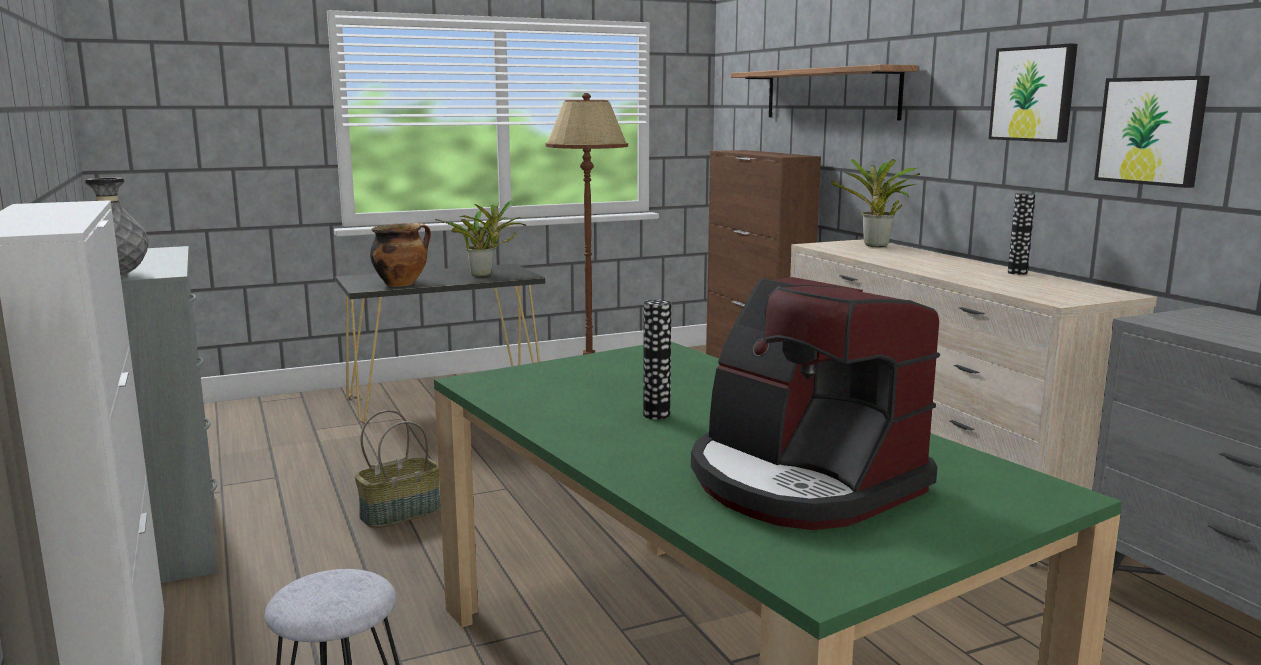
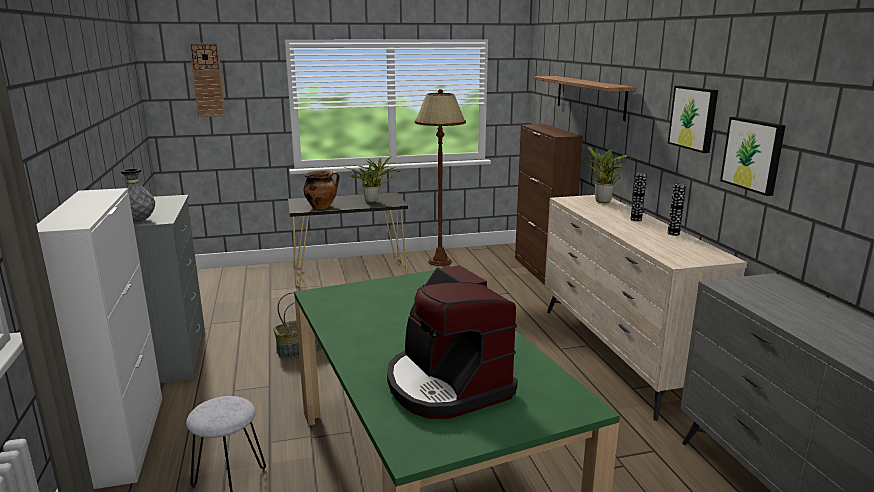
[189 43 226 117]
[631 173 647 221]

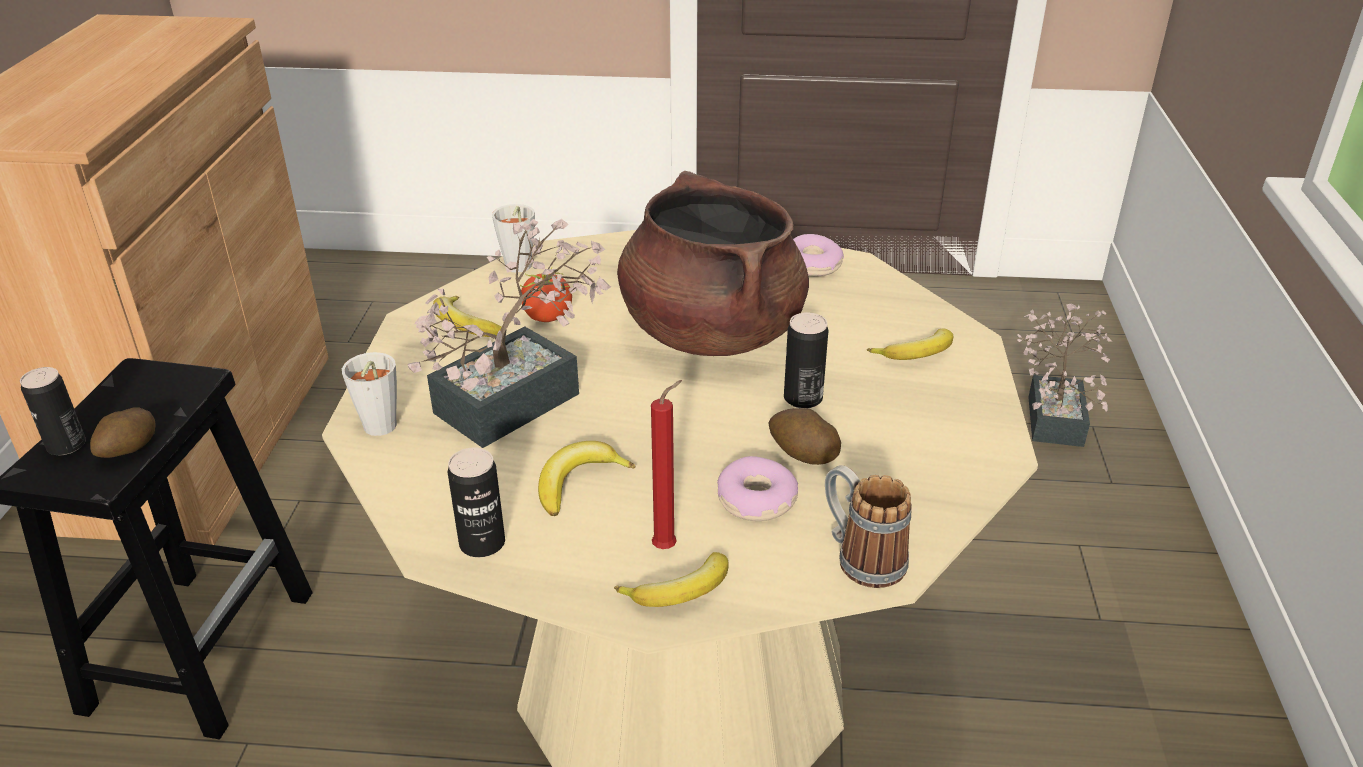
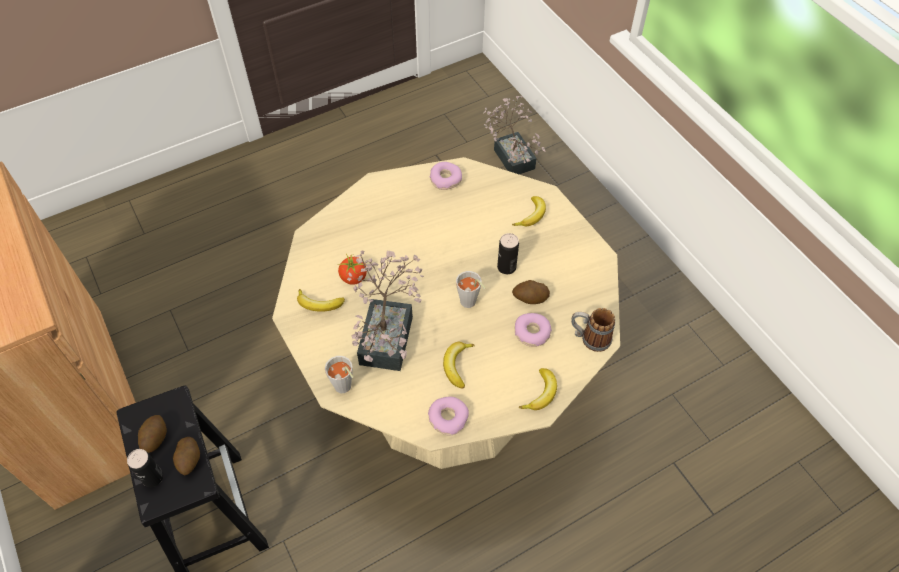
[617 171 809 356] (first image)
[651 380 682 549] (first image)
[138 415 167 453]
[456 271 485 308]
[428 396 469 435]

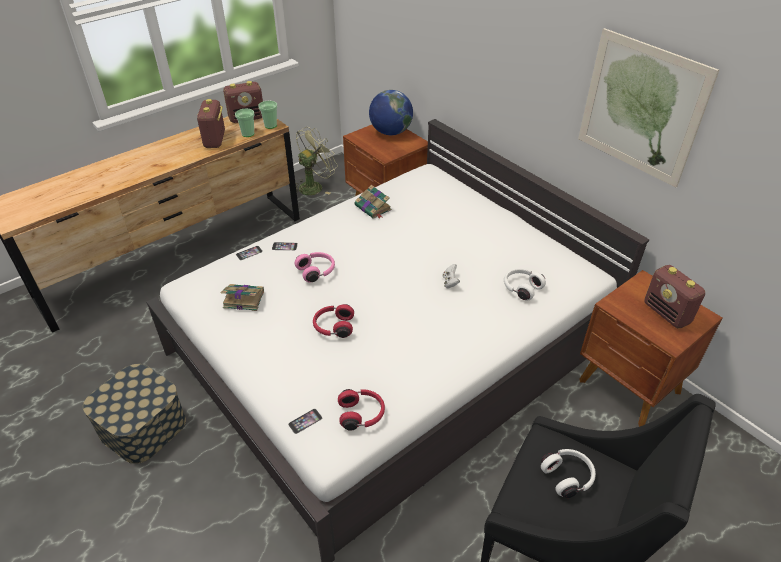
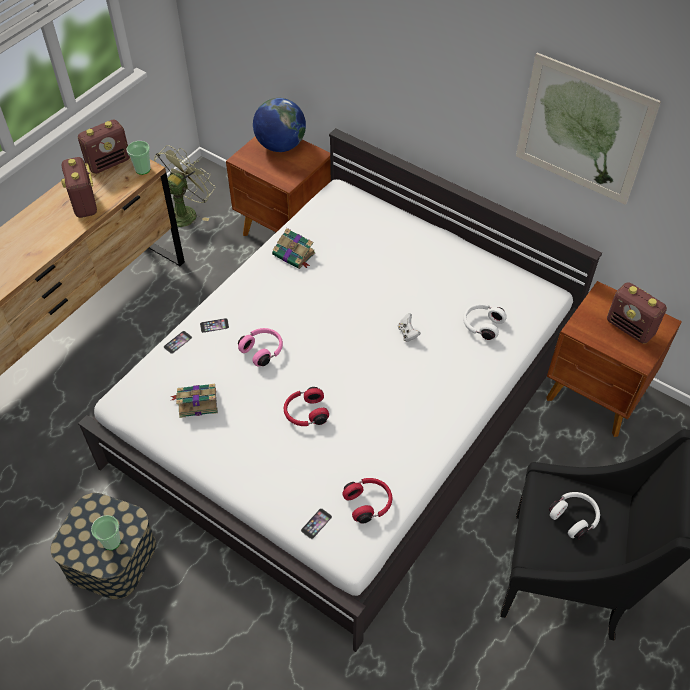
[91 515 121 550]

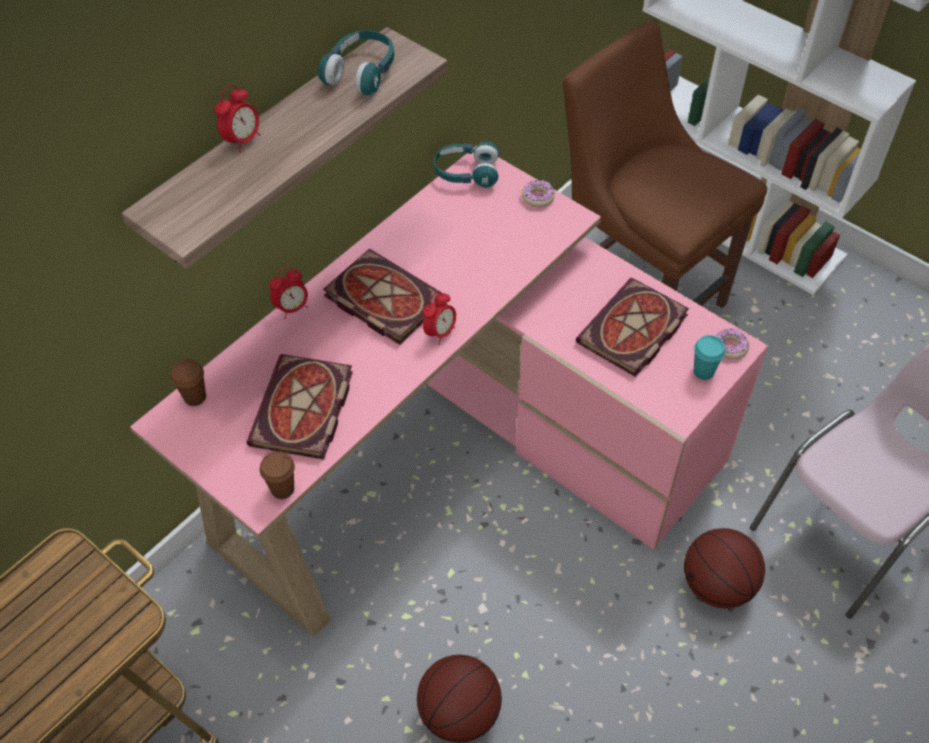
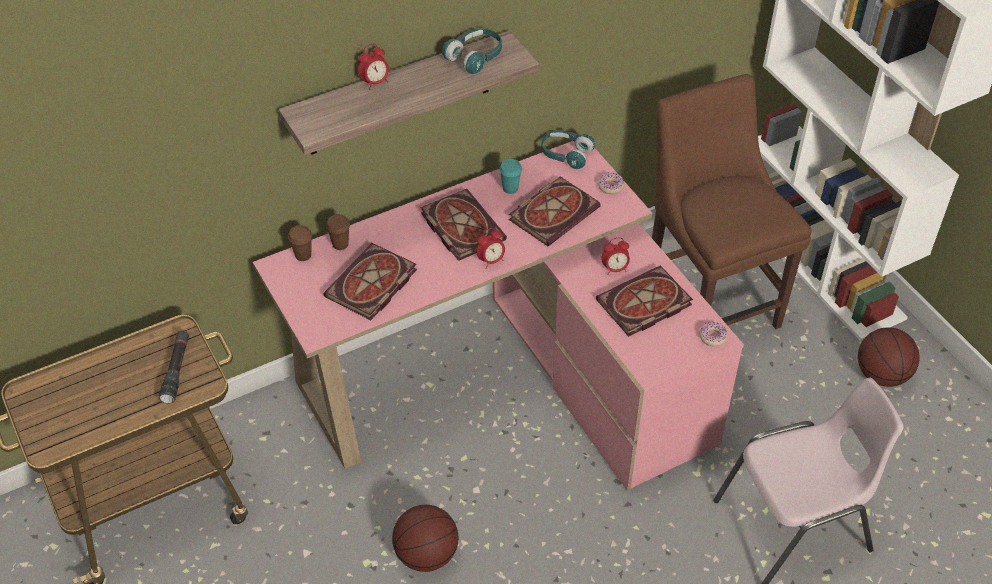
[159 331 189 404]
[509 176 601 246]
[326 214 350 250]
[601 238 630 275]
[858 327 920 387]
[499 159 522 194]

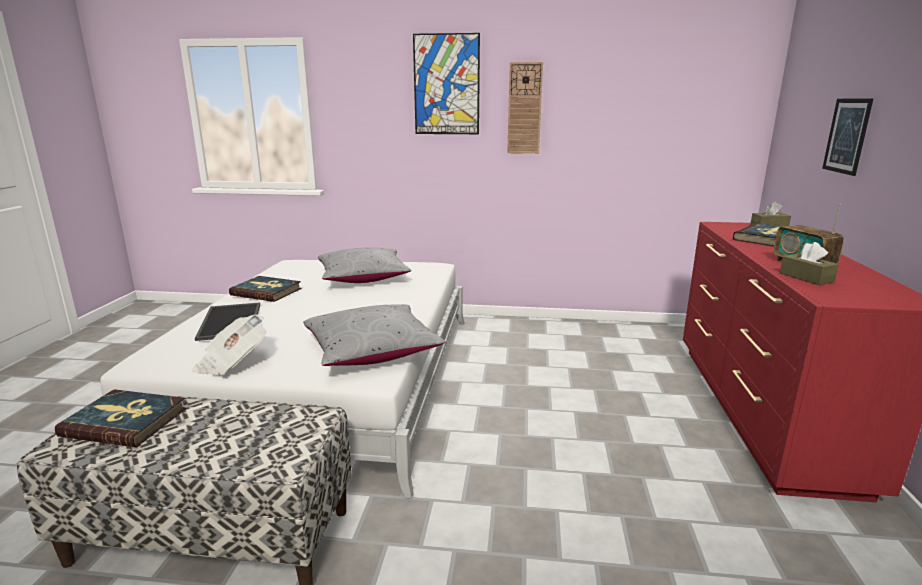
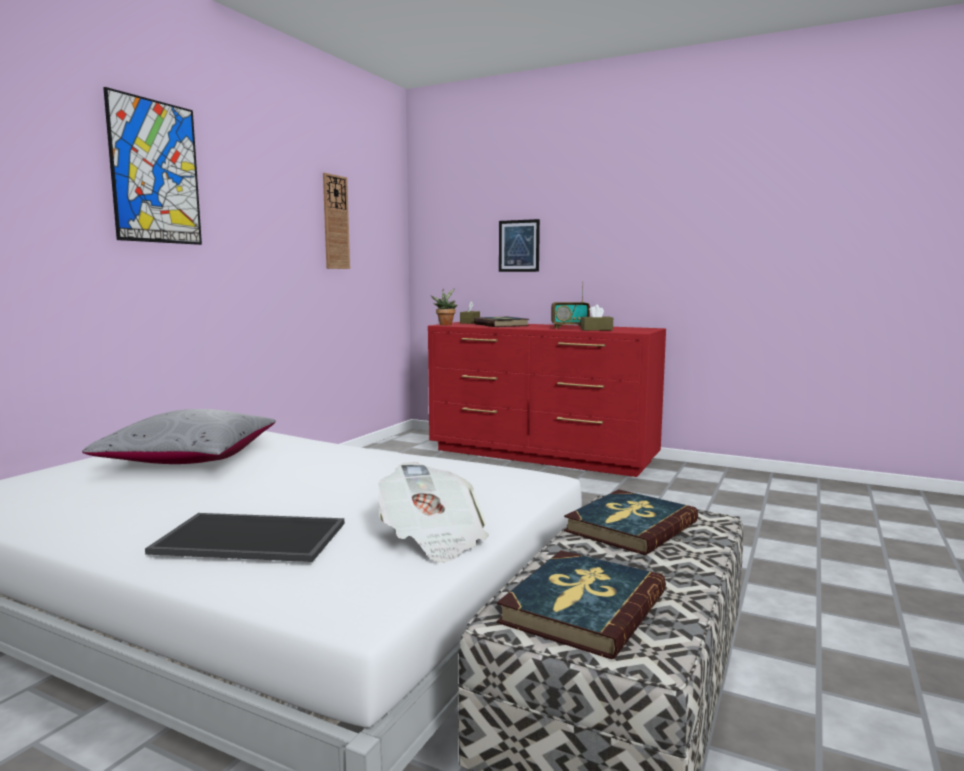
[303 304 446 366] (first image)
[431 289 457 325]
[564 489 698 555]
[323 173 350 269]

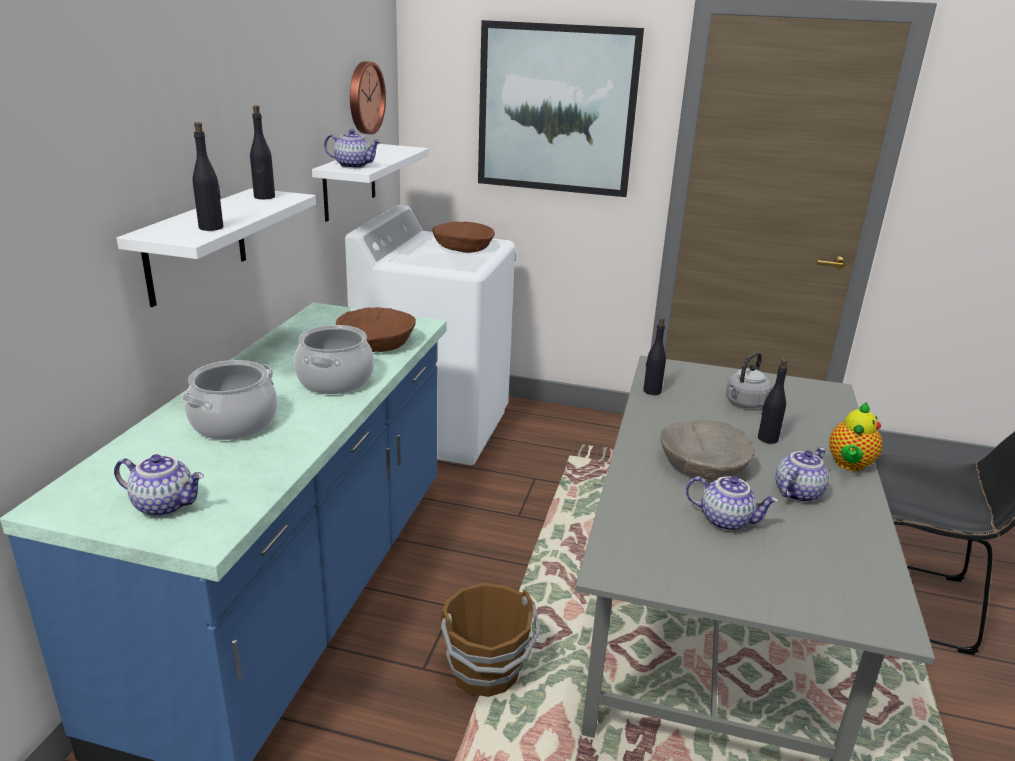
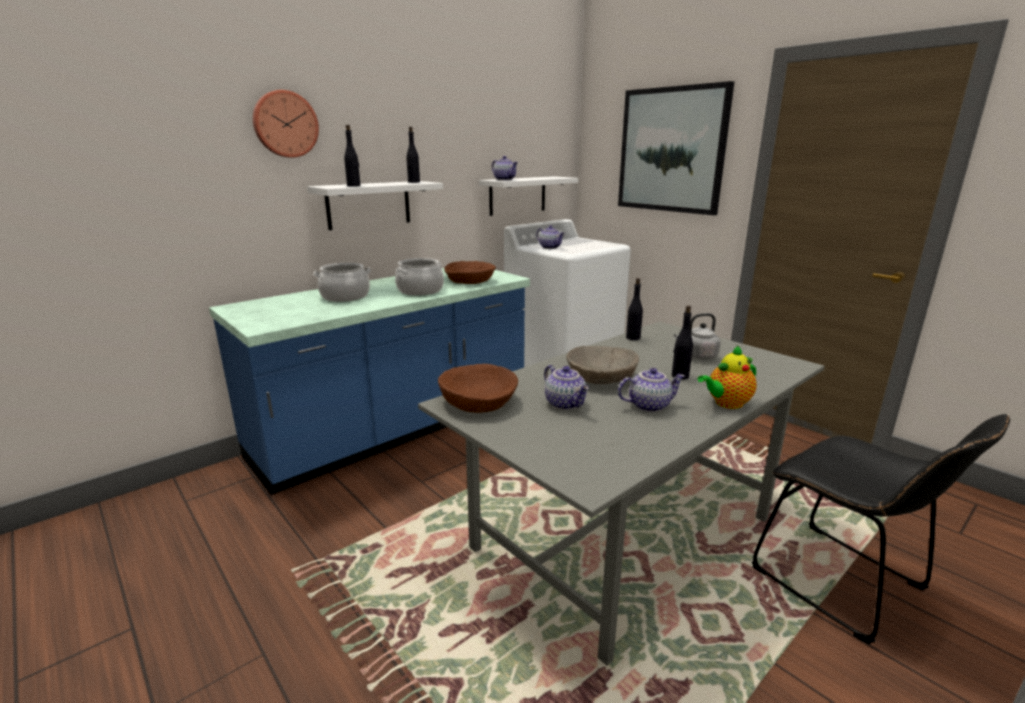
[440 583 541 697] (first image)
[536 225 565 249]
[253 90 319 158]
[438 364 518 413]

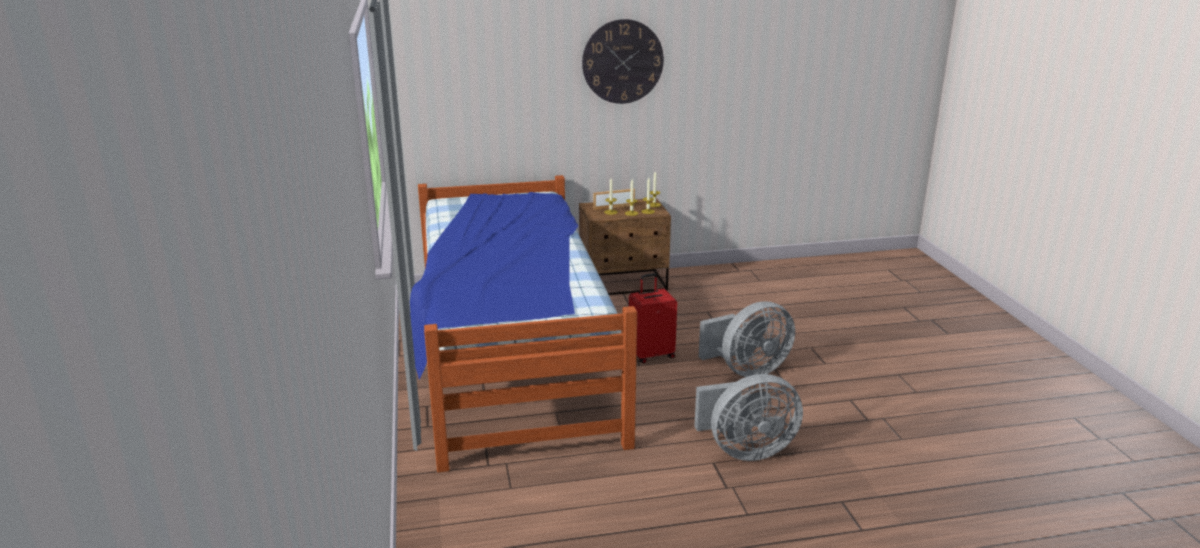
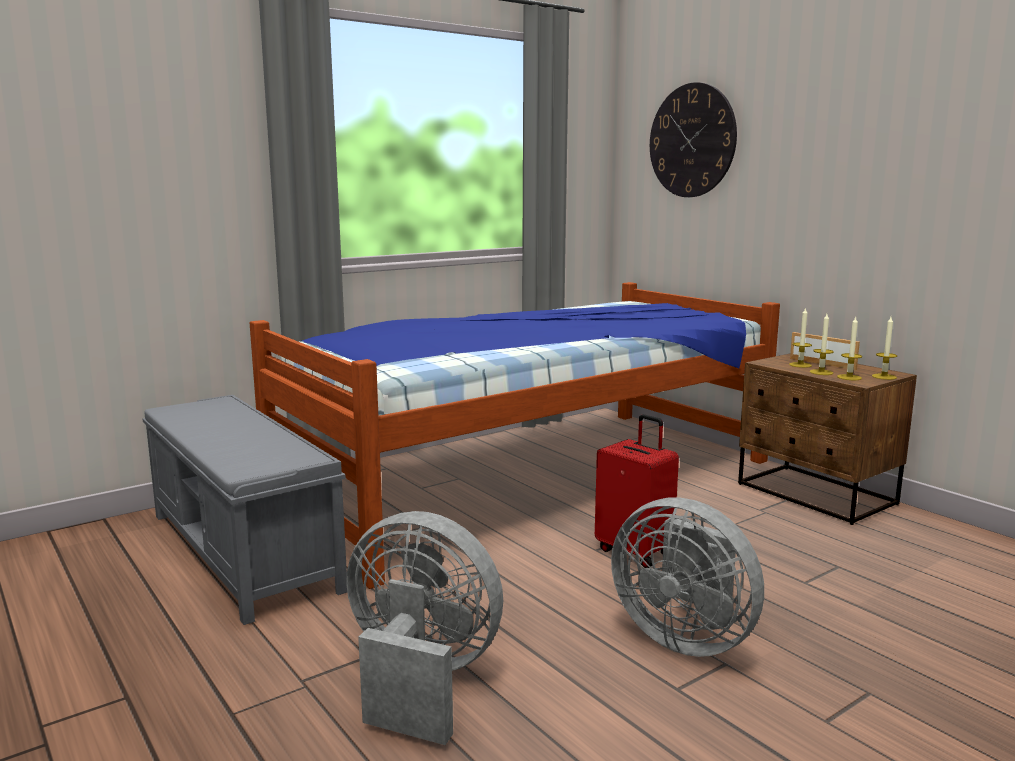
[143 395 347 625]
[650 82 737 197]
[346 511 503 745]

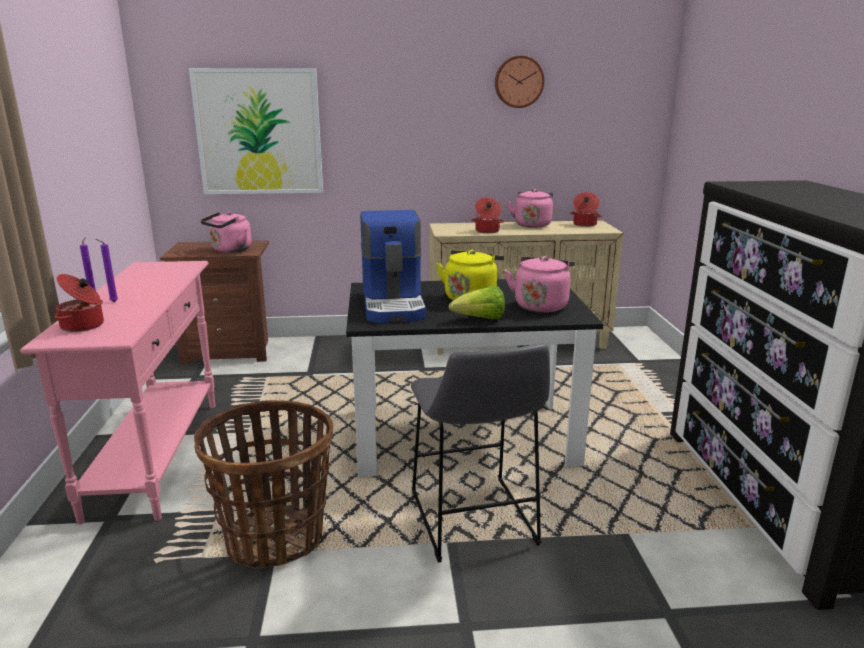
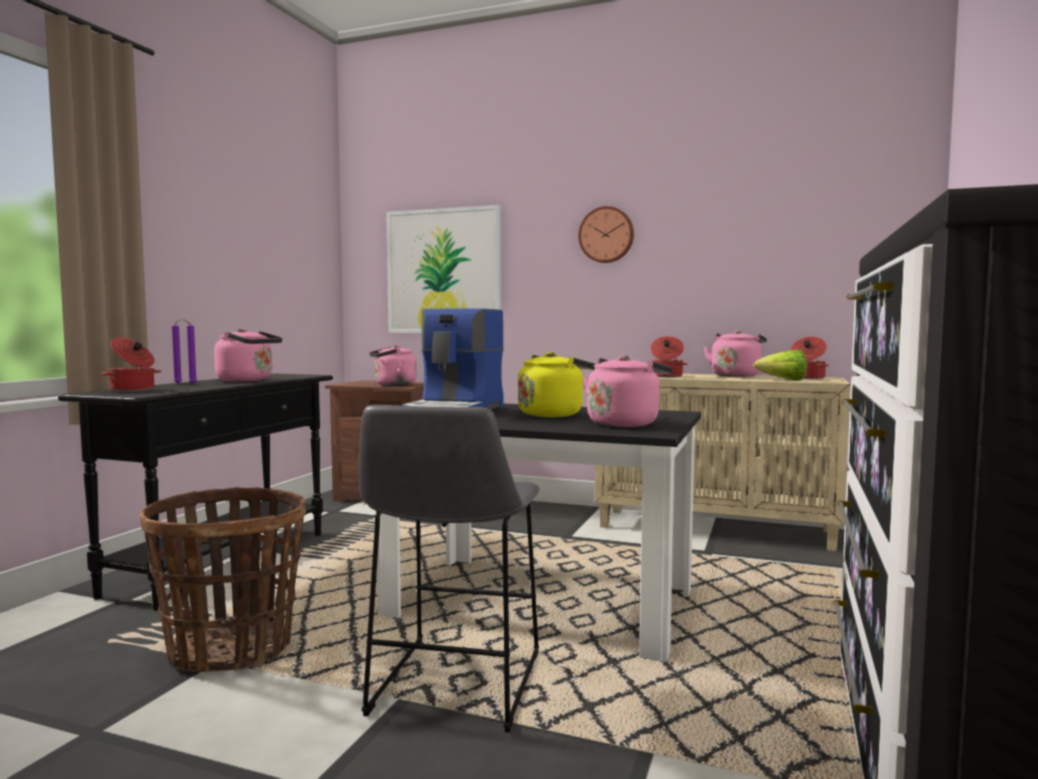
[214 328 282 382]
[753 350 807 380]
[578 206 634 263]
[58 373 333 611]

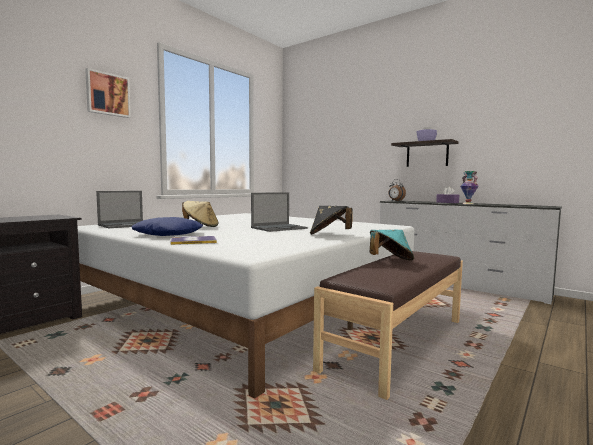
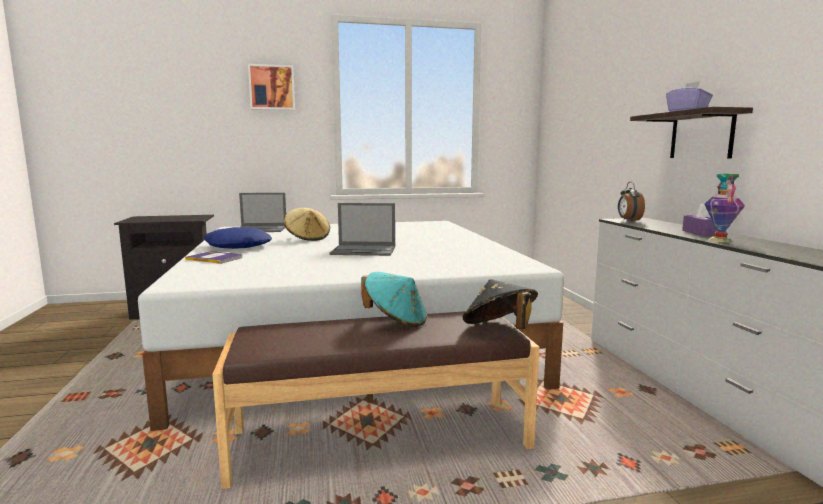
[462 279 538 329]

